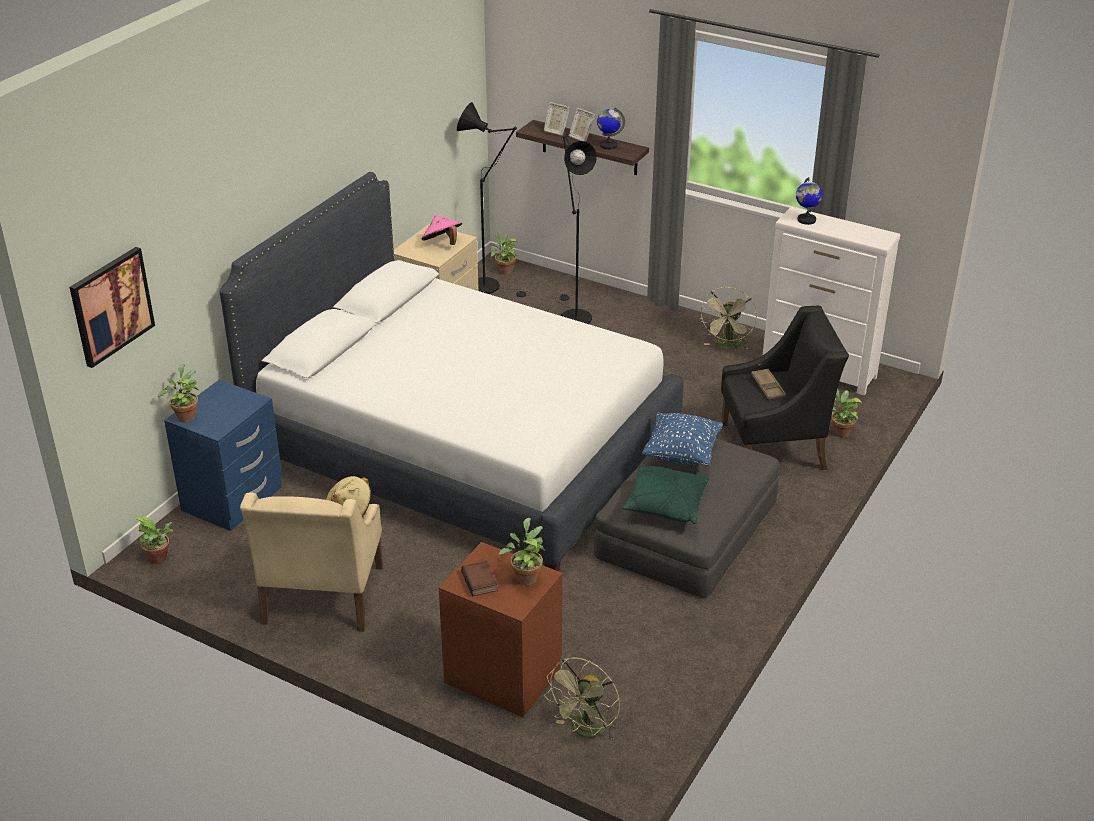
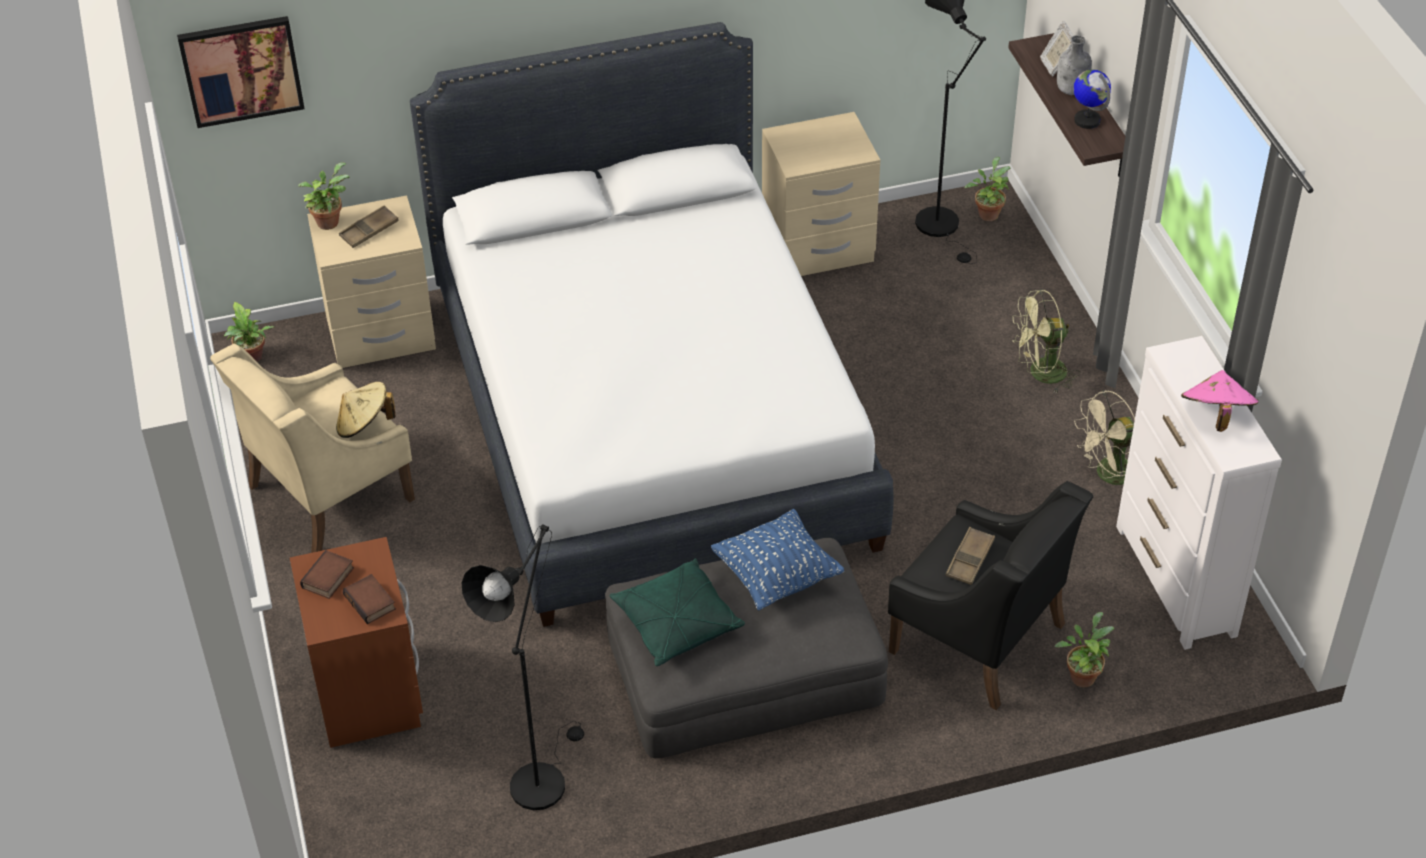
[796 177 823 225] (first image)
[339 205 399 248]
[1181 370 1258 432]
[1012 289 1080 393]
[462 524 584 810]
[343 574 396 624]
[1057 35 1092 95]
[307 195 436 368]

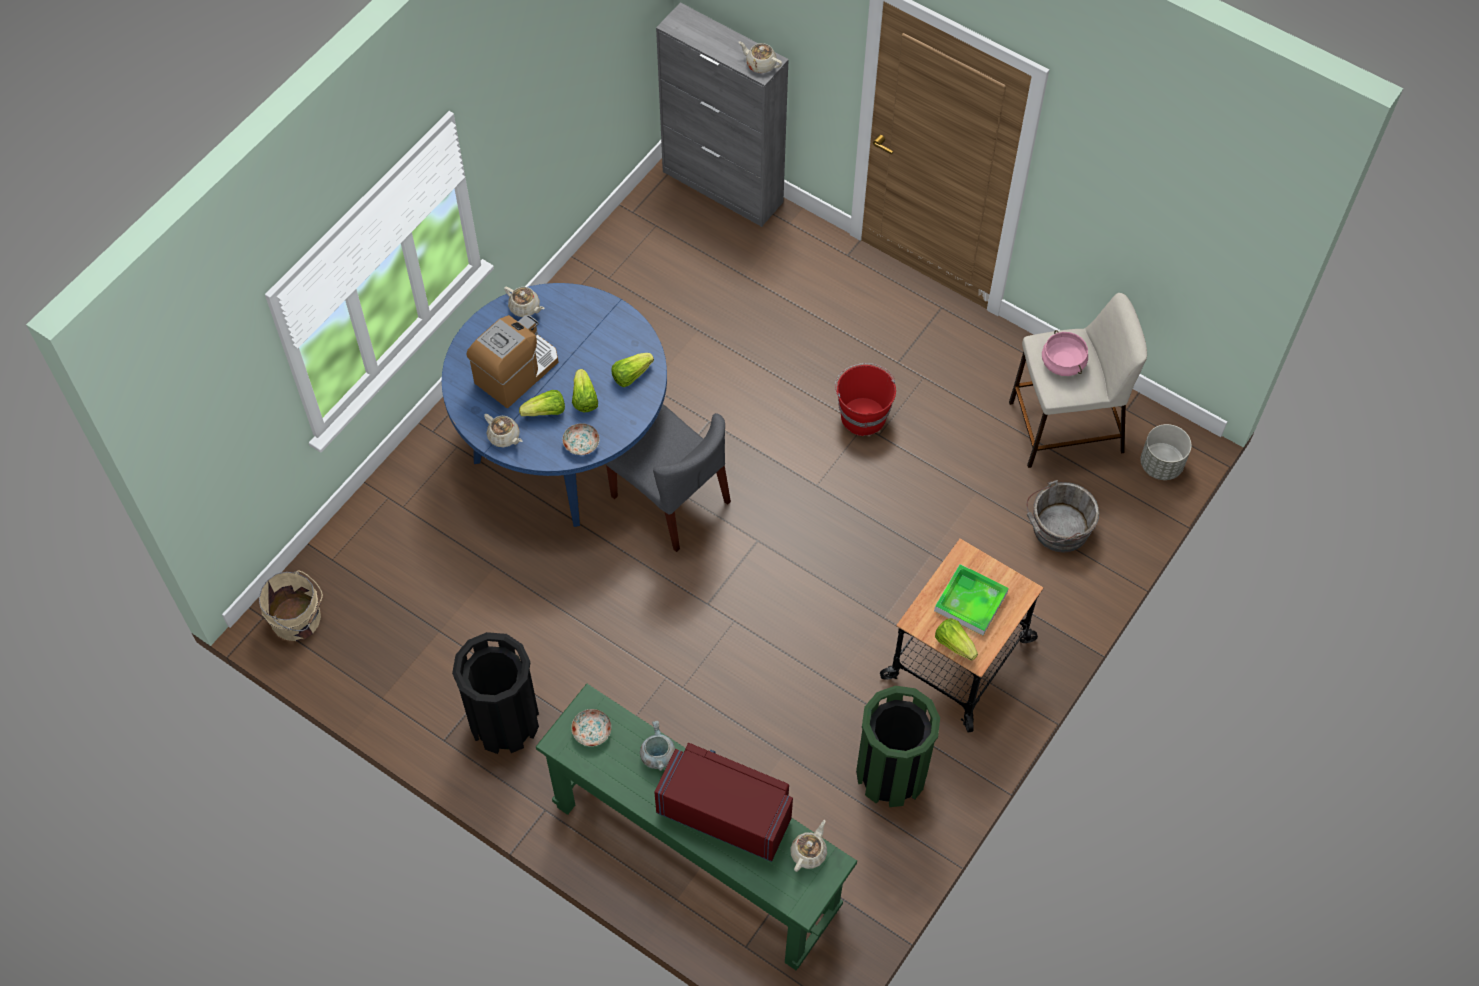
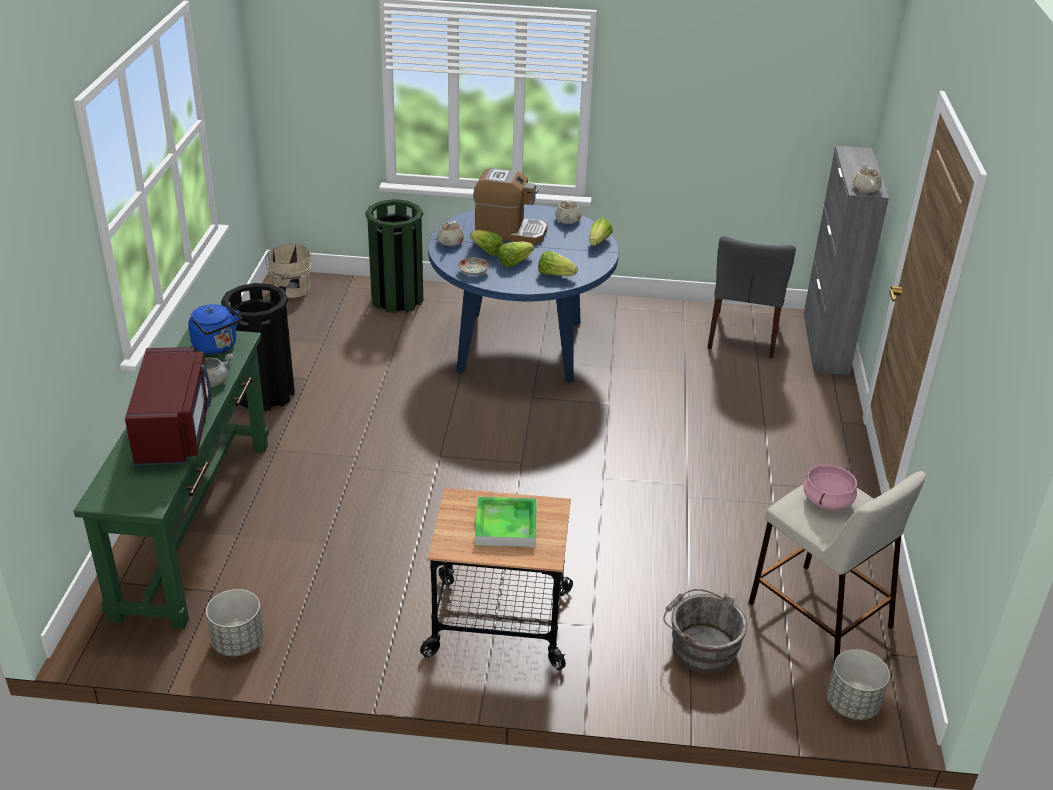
[790 820 827 872] (first image)
[835 363 896 436] (first image)
[206 589 264 656]
[708 236 796 358]
[365 199 423 313]
[589 218 613 246]
[188 304 242 354]

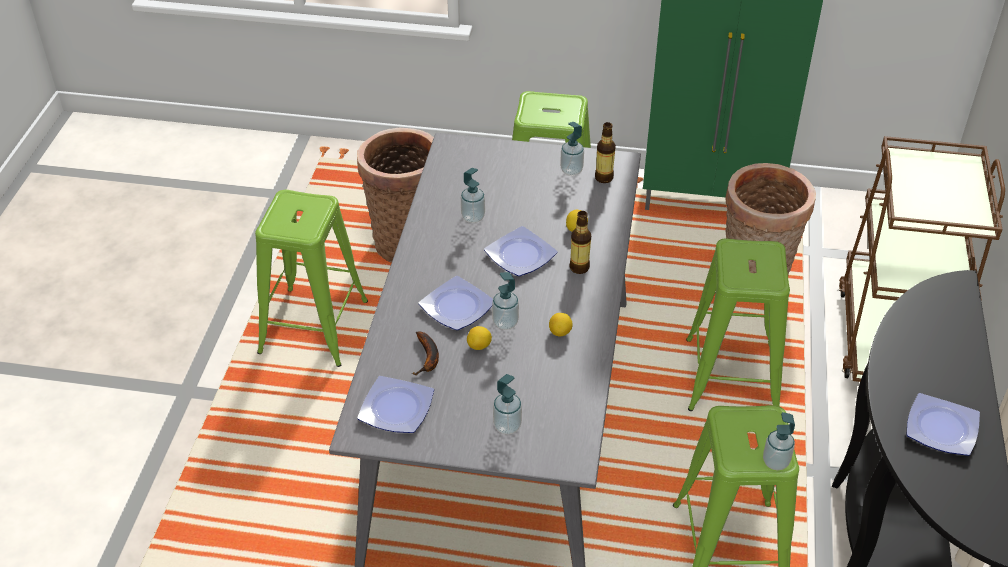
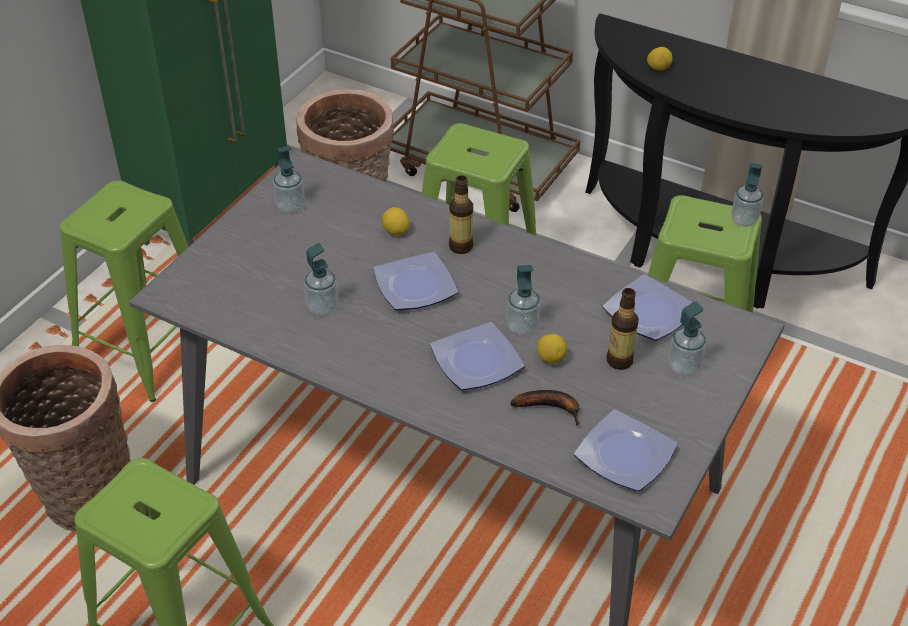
[647 47 672 70]
[607 288 639 370]
[602 274 693 340]

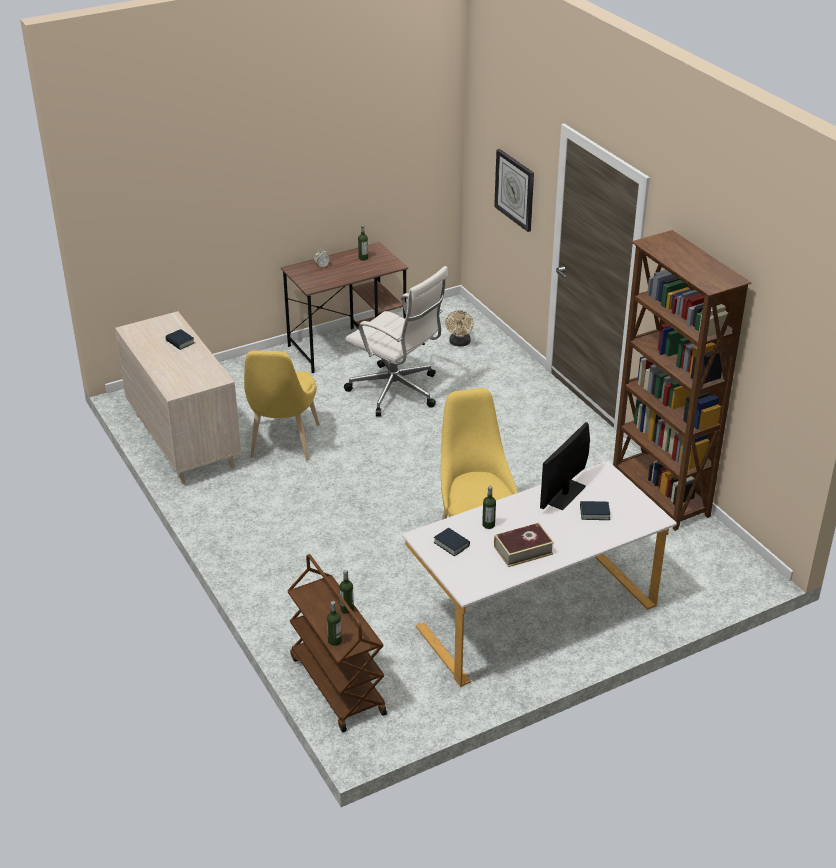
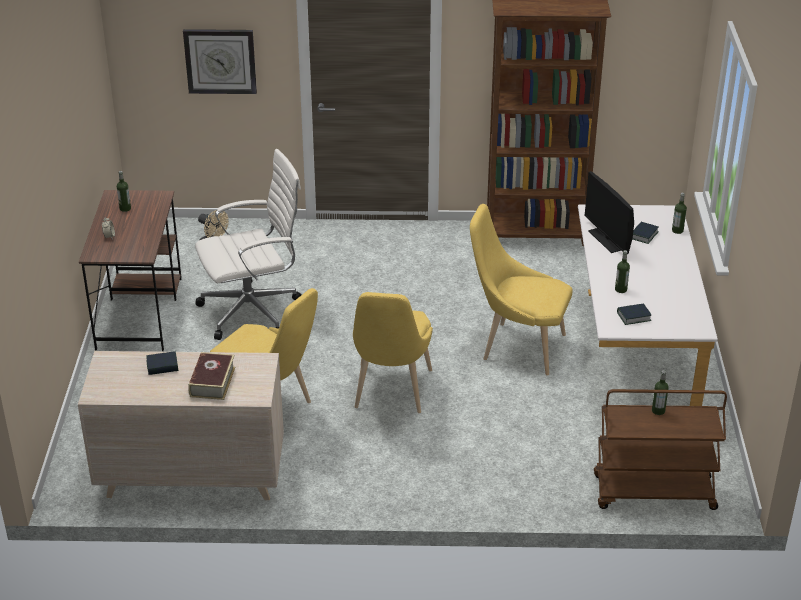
[353 292 433 413]
[672 193 687 234]
[188 352 235 400]

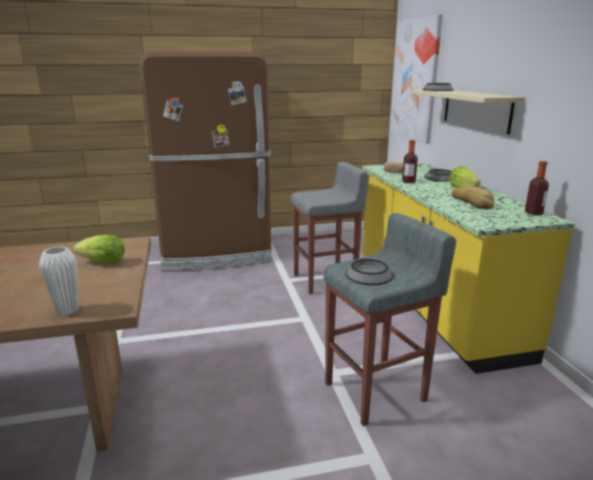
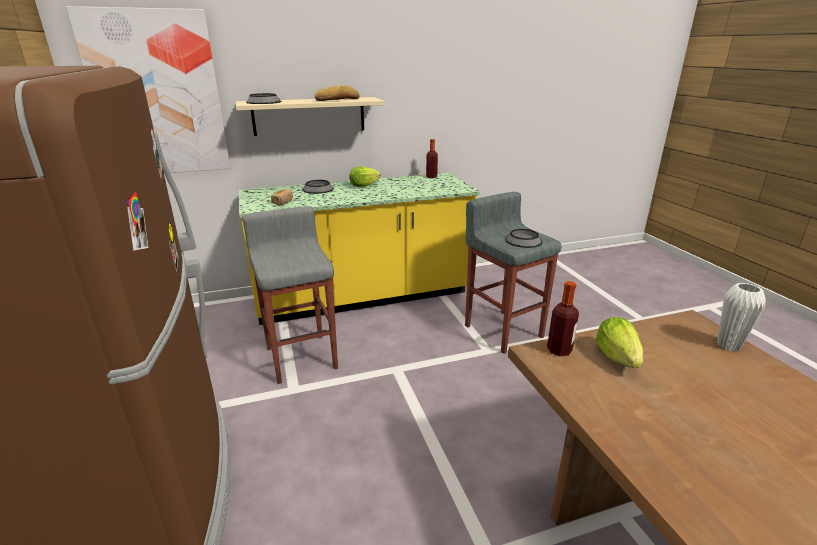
[547 281 579 356]
[315 85 359 101]

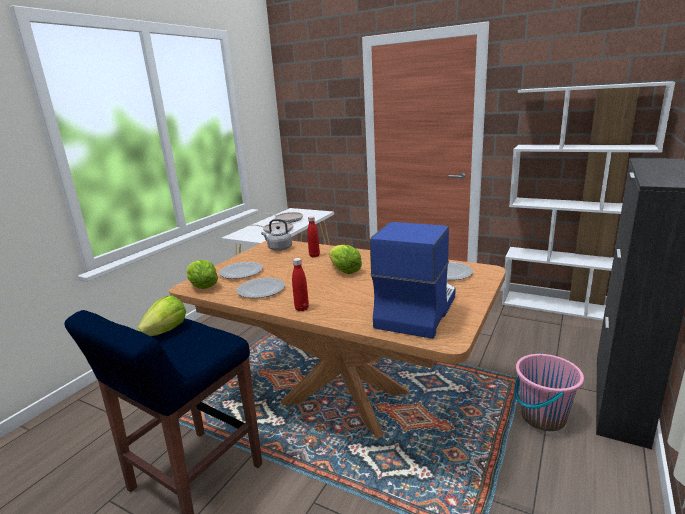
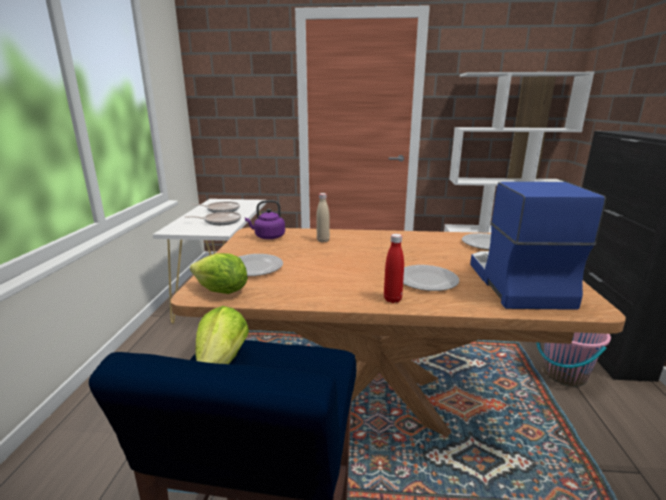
[329 245 362 274] (first image)
[403 265 459 291]
[245 200 285 239]
[316 193 330 243]

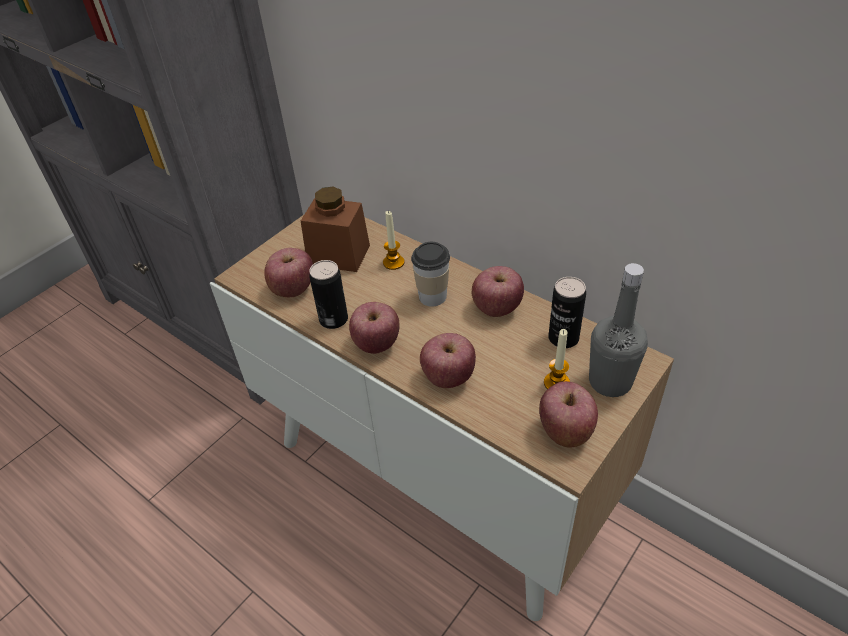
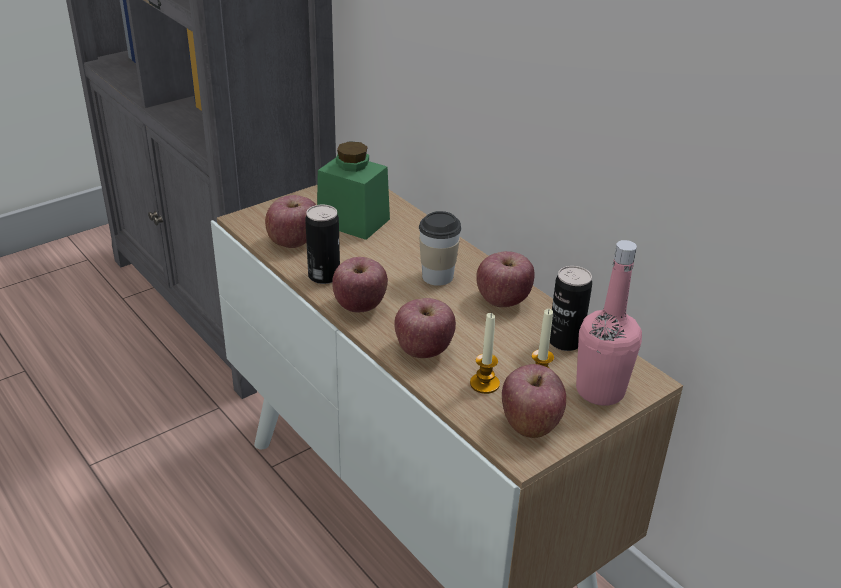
[470 313 500 394]
[317 141 390 240]
[576 240 642 406]

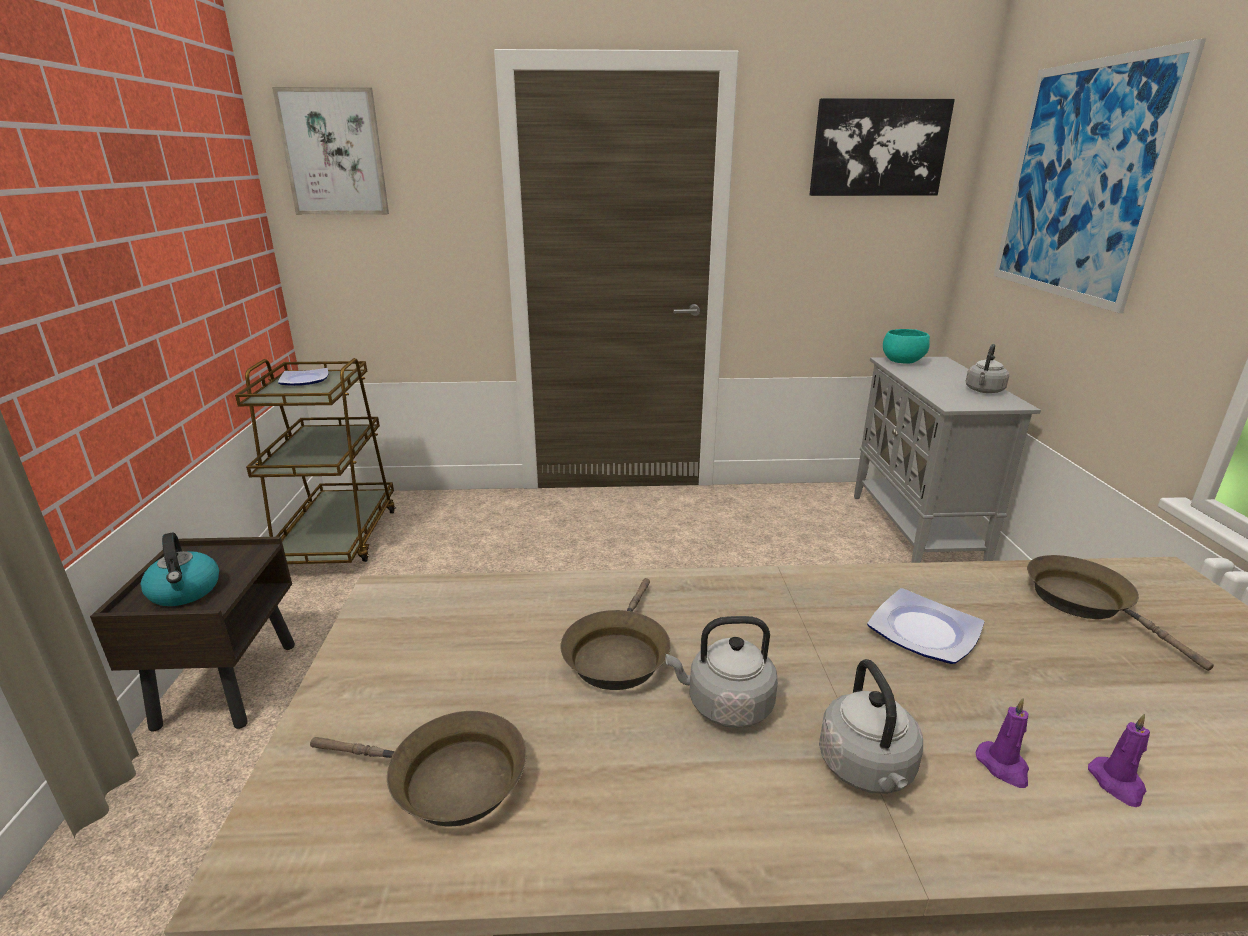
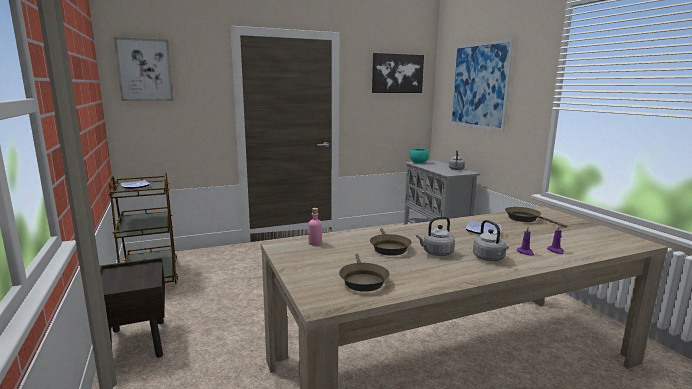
[141 532 219 606] (first image)
[308 208 322 246]
[339 254 390 292]

